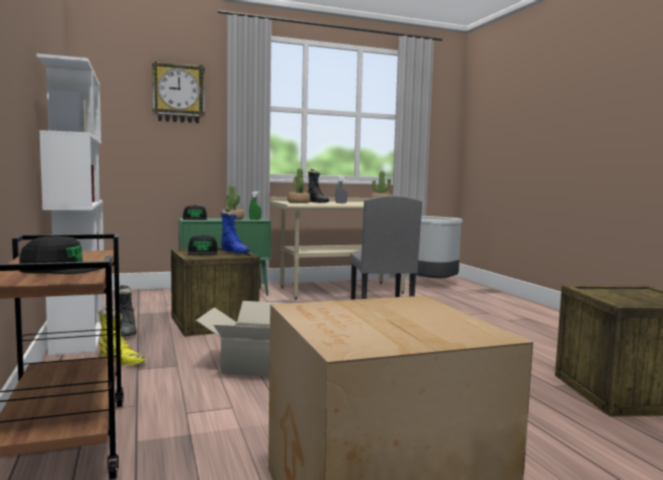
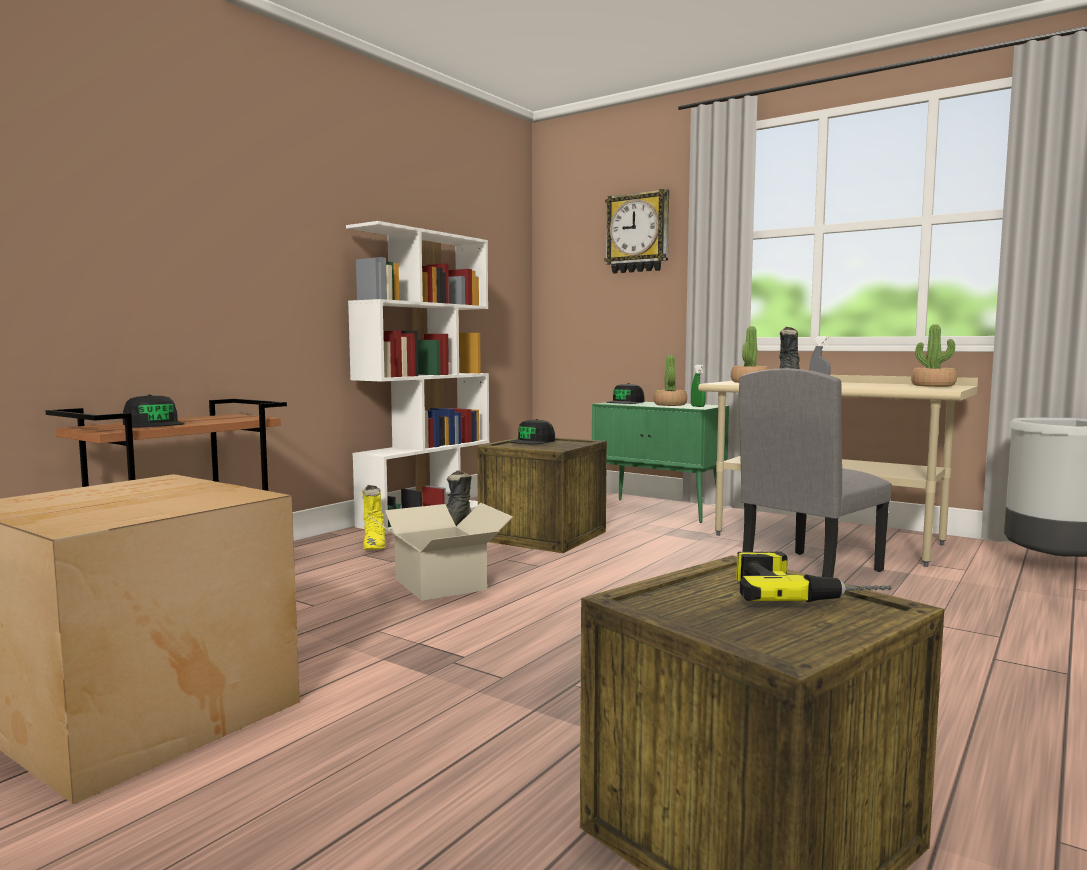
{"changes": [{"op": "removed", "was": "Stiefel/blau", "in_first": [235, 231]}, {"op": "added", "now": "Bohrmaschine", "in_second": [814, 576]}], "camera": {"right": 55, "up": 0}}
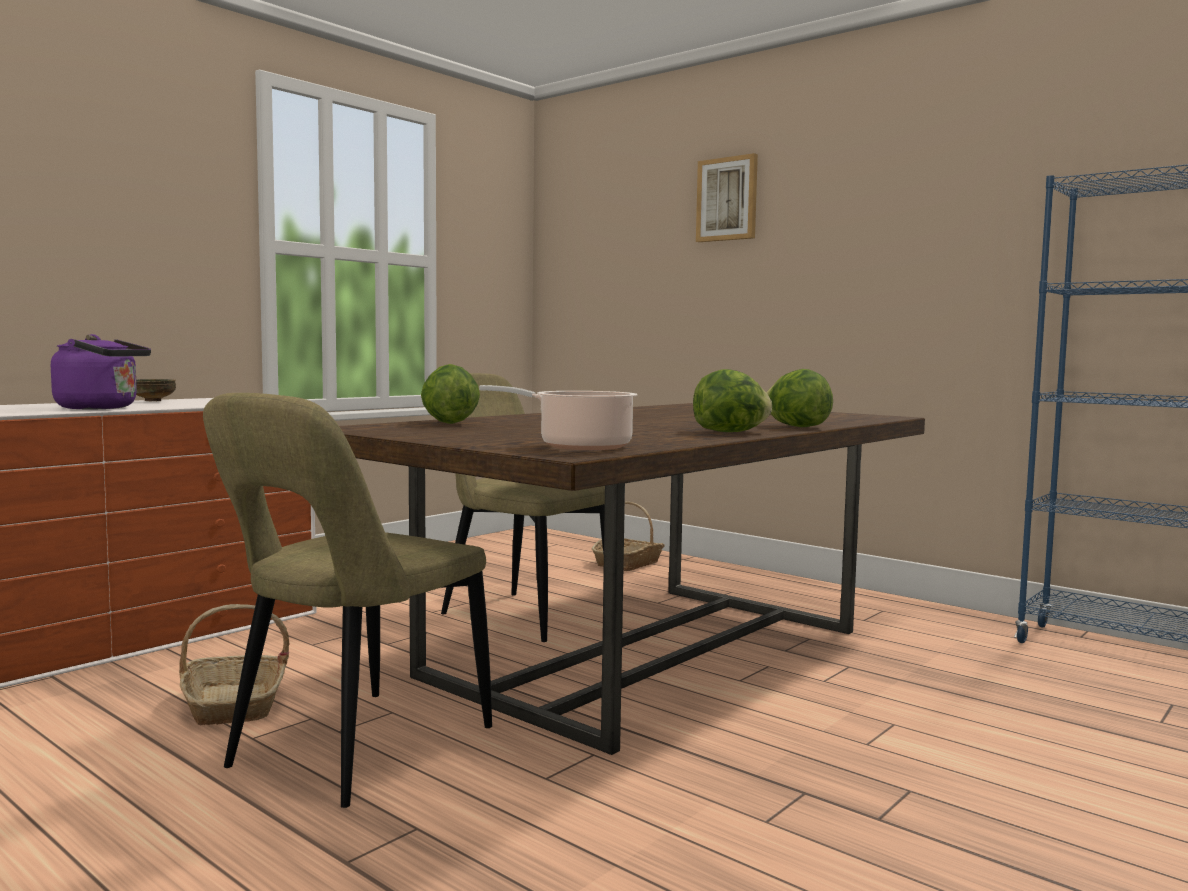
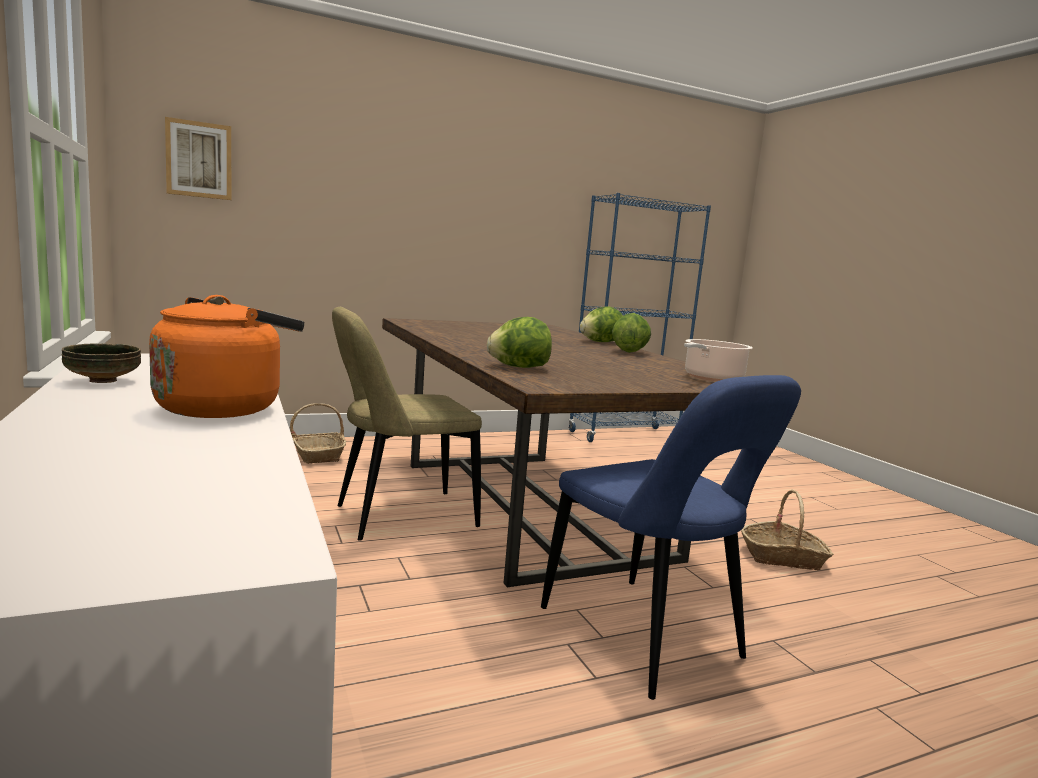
{"changes": [{"op": "recoloured", "was": "Wasserkessel/lila", "now": "Wasserkessel/orange", "in_first": [101, 371], "in_second": [226, 356]}, {"op": "moved", "was": "Korb", "in_first": [234, 664], "in_second": [787, 530]}, {"op": "recoloured", "was": "Stuhl/beige", "now": "Stuhl/blau", "in_first": [347, 600], "in_second": [671, 537]}, {"op": "moved", "was": "Bild", "in_first": [727, 197], "in_second": [198, 158]}], "camera": {"right": -65, "up": 5}}
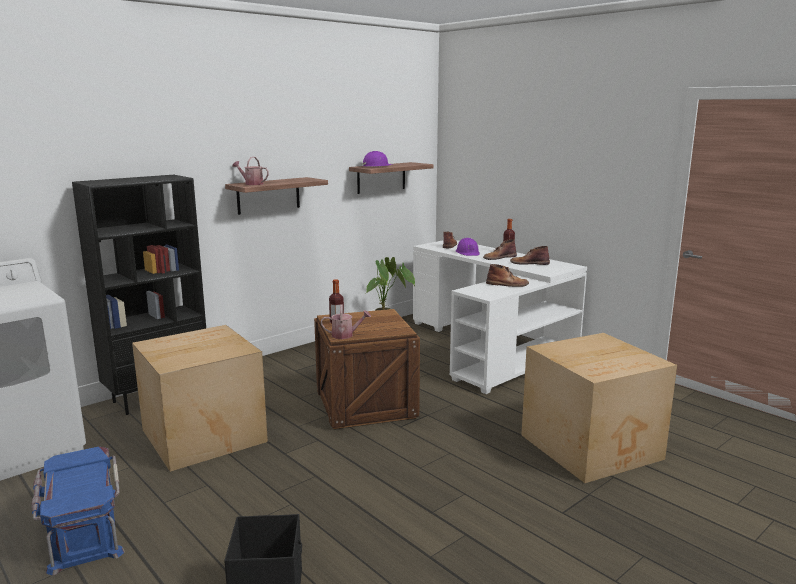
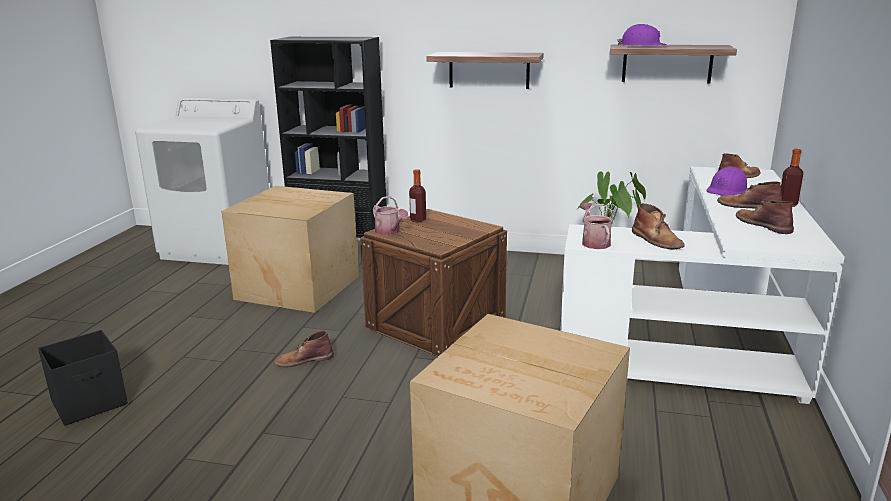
{"changes": [{"op": "removed", "was": "Aufbewahrungsbox/blau", "in_first": [78, 510]}, {"op": "moved", "was": "Gießkanne", "in_first": [250, 171], "in_second": [596, 226]}, {"op": "added", "now": "Stiefel/braun", "in_second": [303, 349]}], "camera": {"right": 55, "up": 5}}
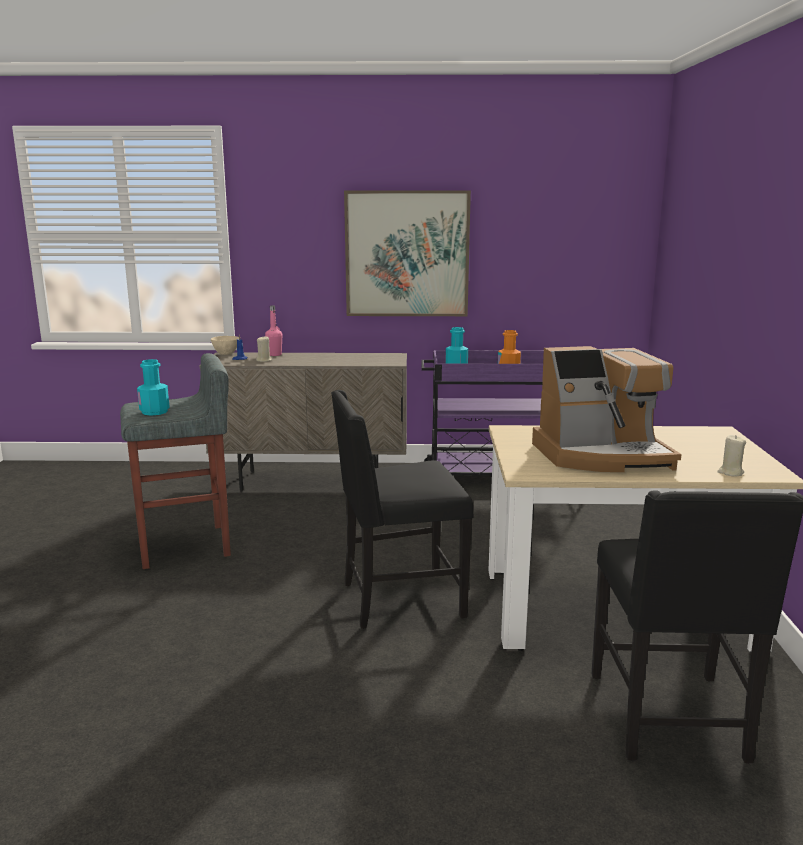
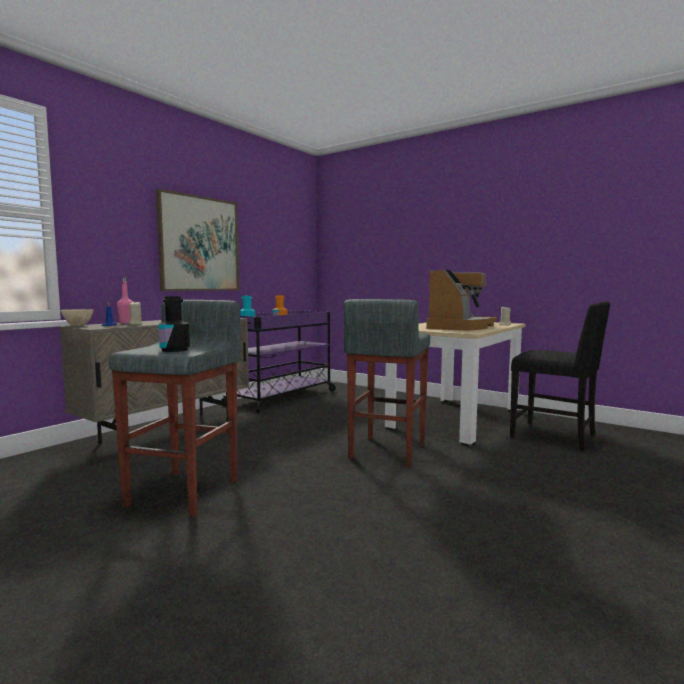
{"changes": [{"op": "recoloured", "was": "Flasche/türkis", "now": "Flasche/schwarz", "in_first": [153, 387], "in_second": [174, 324]}, {"op": "replaced", "was": "Stuhl/schwarz", "now": "Hocker/grau", "in_first": [402, 509], "in_second": [386, 383]}], "camera": {"right": -55, "up": -10}}
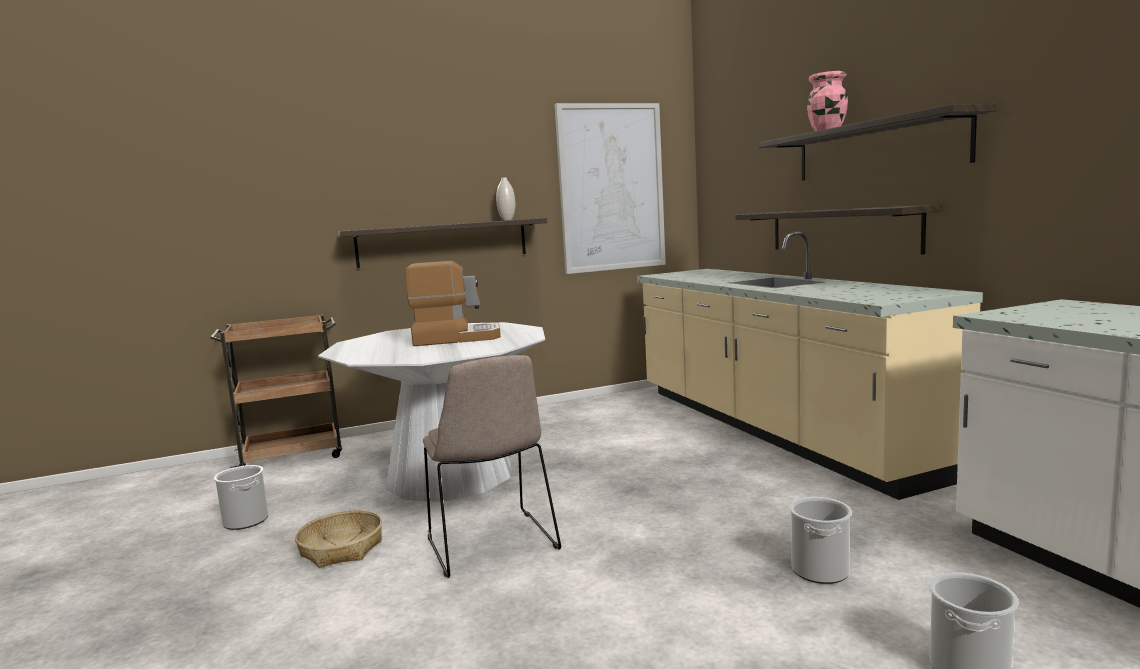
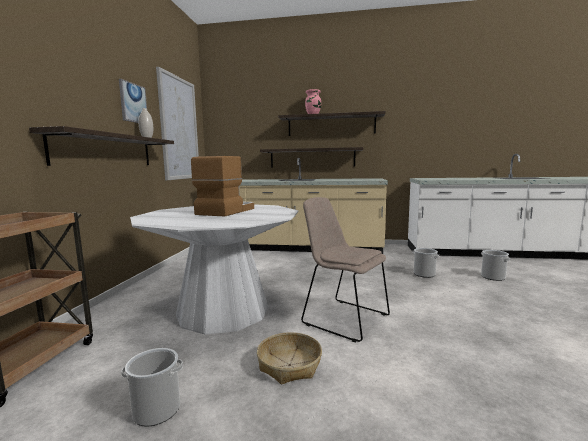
{"changes": [{"op": "turned", "was": "Stuhl/beige", "in_first": [492, 466], "in_second": [345, 269], "clockwise": -150}, {"op": "added", "now": "Bild", "in_second": [133, 101]}], "camera": {"right": -60, "up": 0}}
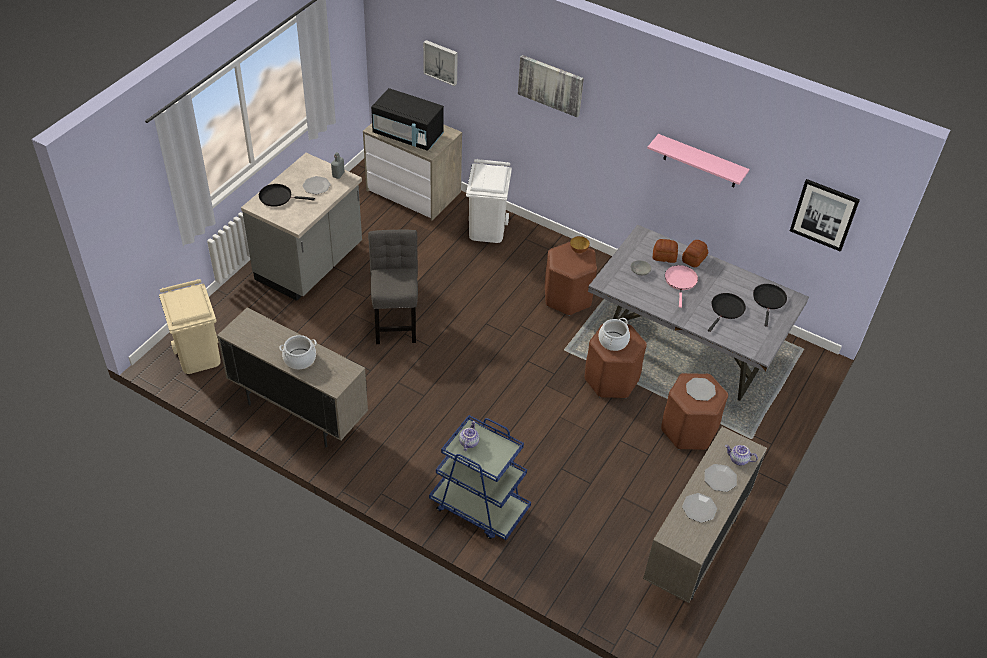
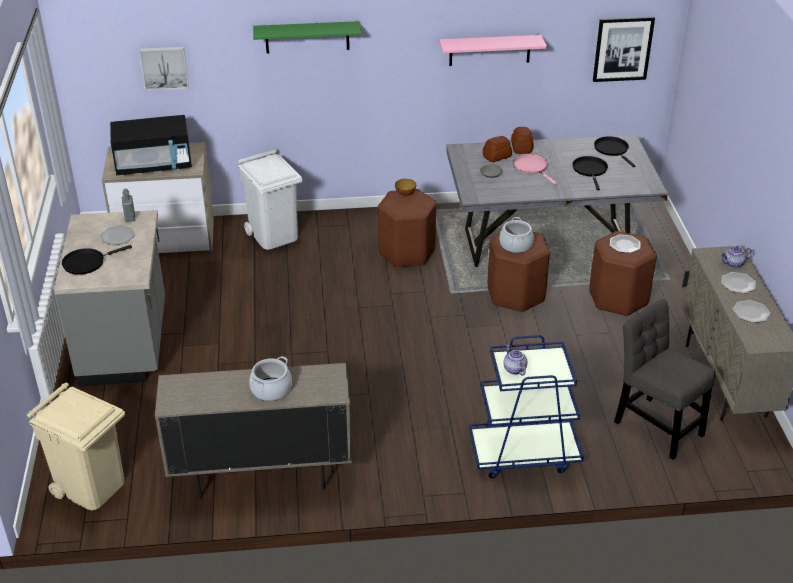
{"changes": [{"op": "moved", "was": "Stuhl/grau", "in_first": [393, 287], "in_second": [664, 379]}, {"op": "replaced", "was": "Bild", "now": "Wandregal/grün", "in_first": [551, 86], "in_second": [307, 37]}], "camera": {"right": -35, "up": -10}}
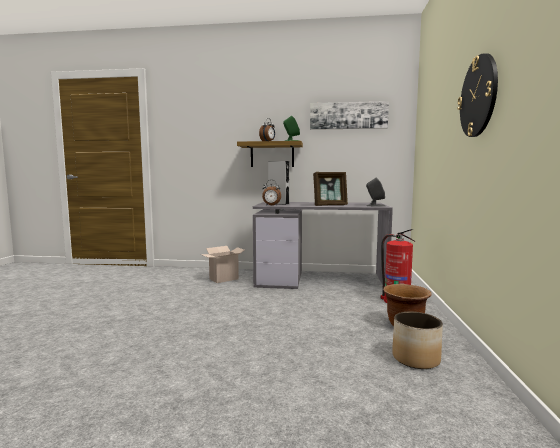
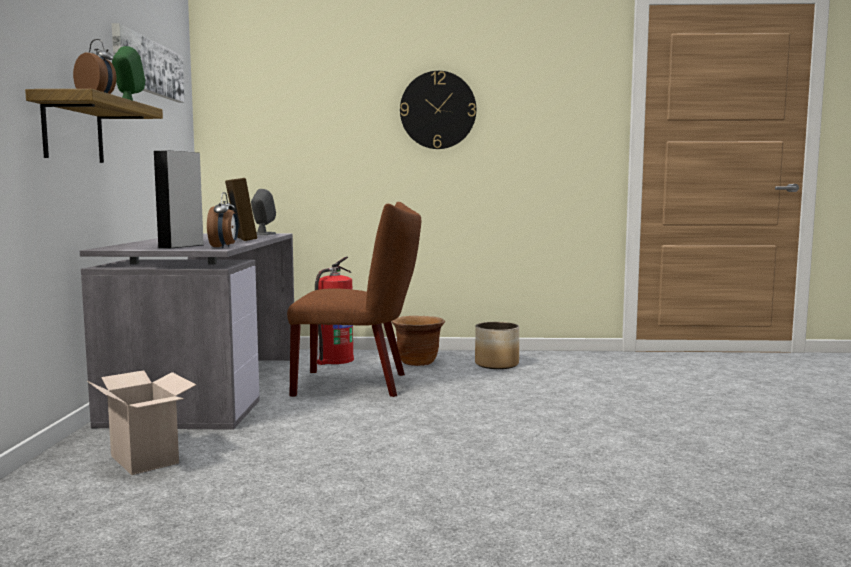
{"changes": [{"op": "added", "now": "Stuhl/braun", "in_second": [354, 299]}], "camera": {"right": -95, "up": 0}}
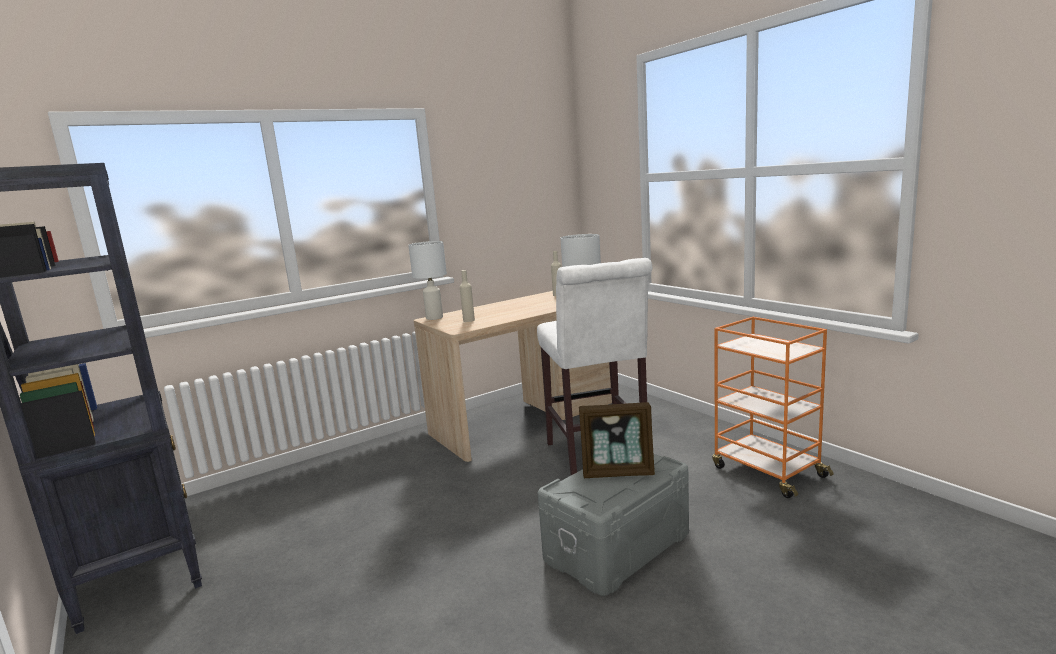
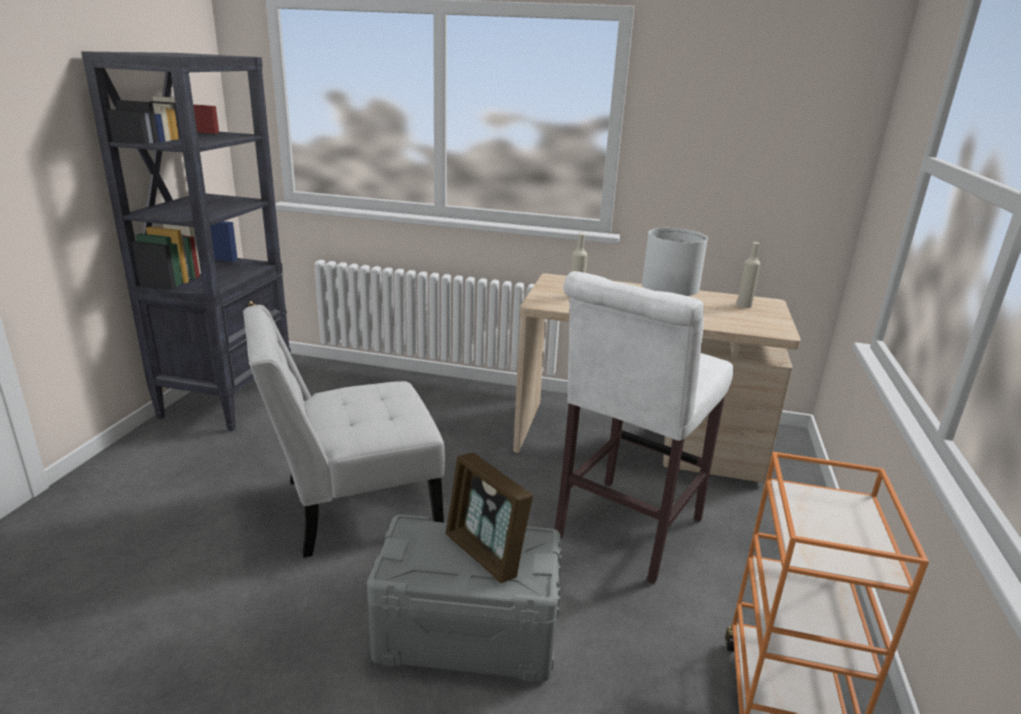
{"changes": [{"op": "removed", "was": "Tischlampe/weiß", "in_first": [427, 280]}, {"op": "added", "now": "Stuhl/weiß", "in_second": [344, 431]}], "camera": {"right": 45, "up": 10}}
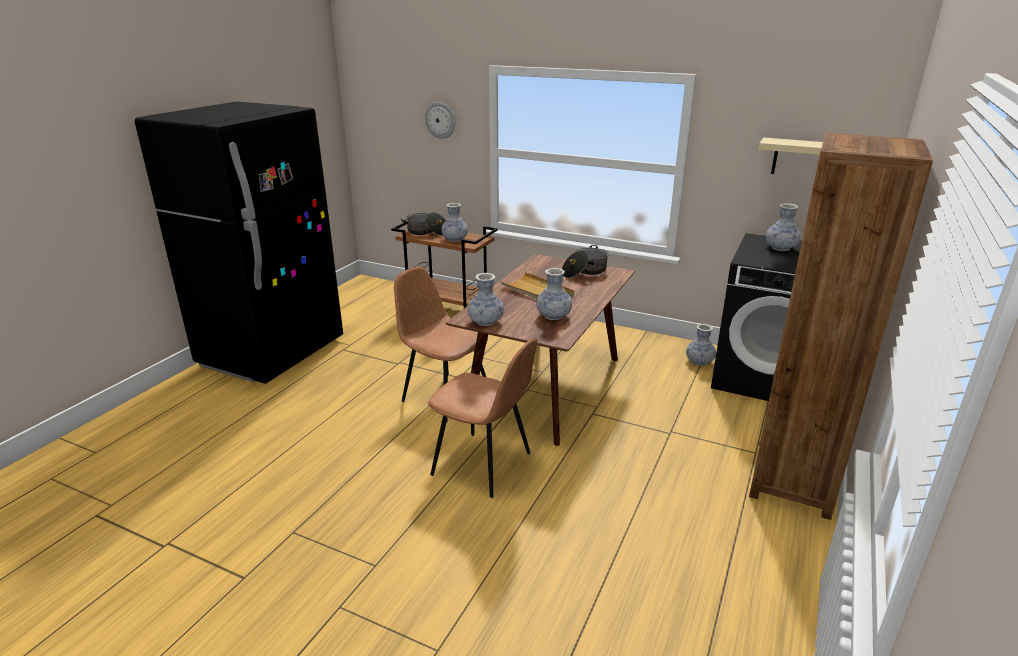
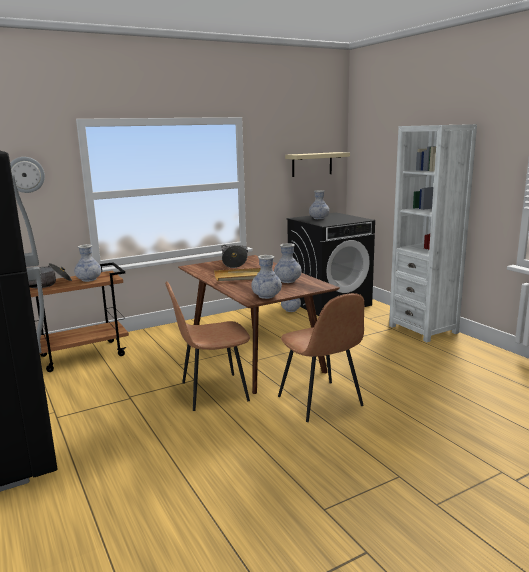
{"changes": [{"op": "turned", "was": "Stuhl/braun", "in_first": [482, 418], "in_second": [321, 357], "clockwise": 90}, {"op": "recoloured", "was": "Bücherregal/braun", "now": "Bücherregal/weiß", "in_first": [841, 326], "in_second": [433, 233]}], "camera": {"right": -55, "up": -10}}
